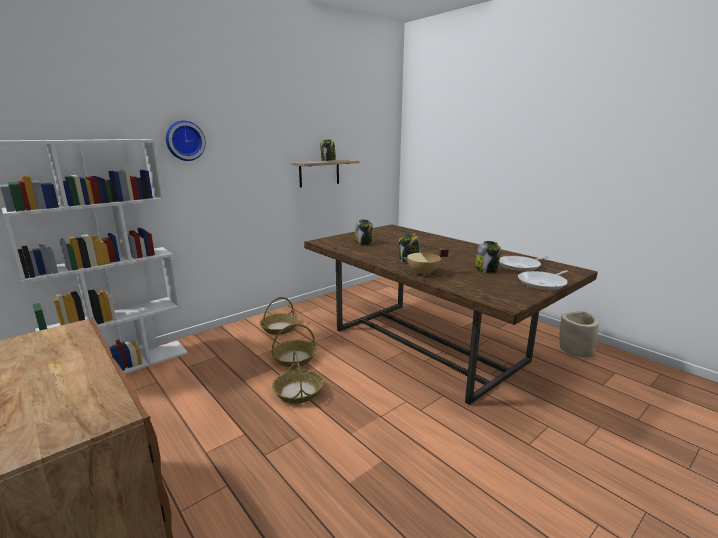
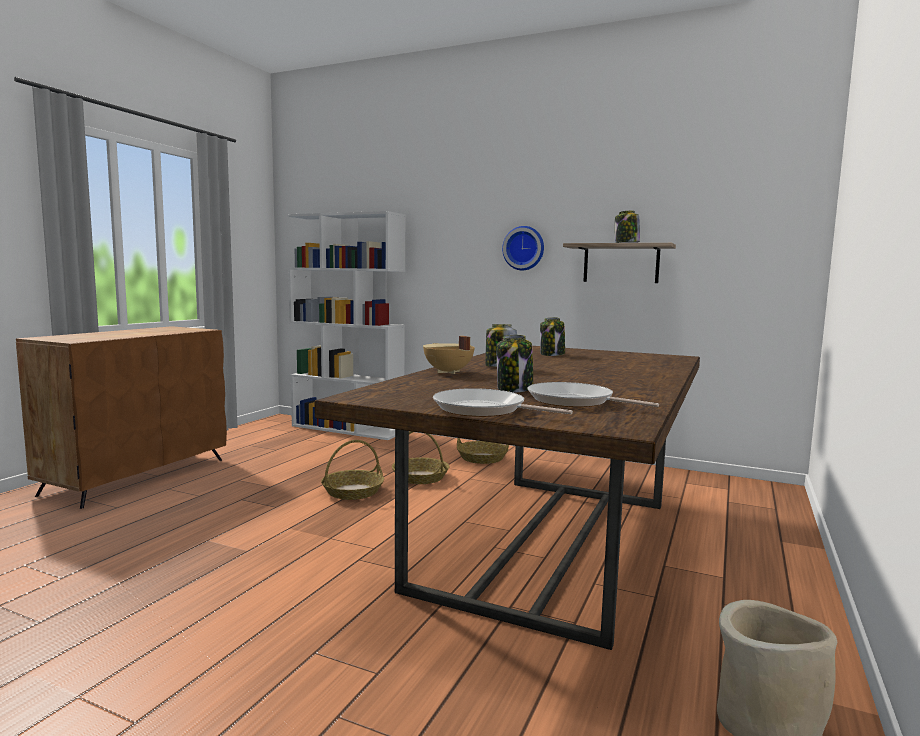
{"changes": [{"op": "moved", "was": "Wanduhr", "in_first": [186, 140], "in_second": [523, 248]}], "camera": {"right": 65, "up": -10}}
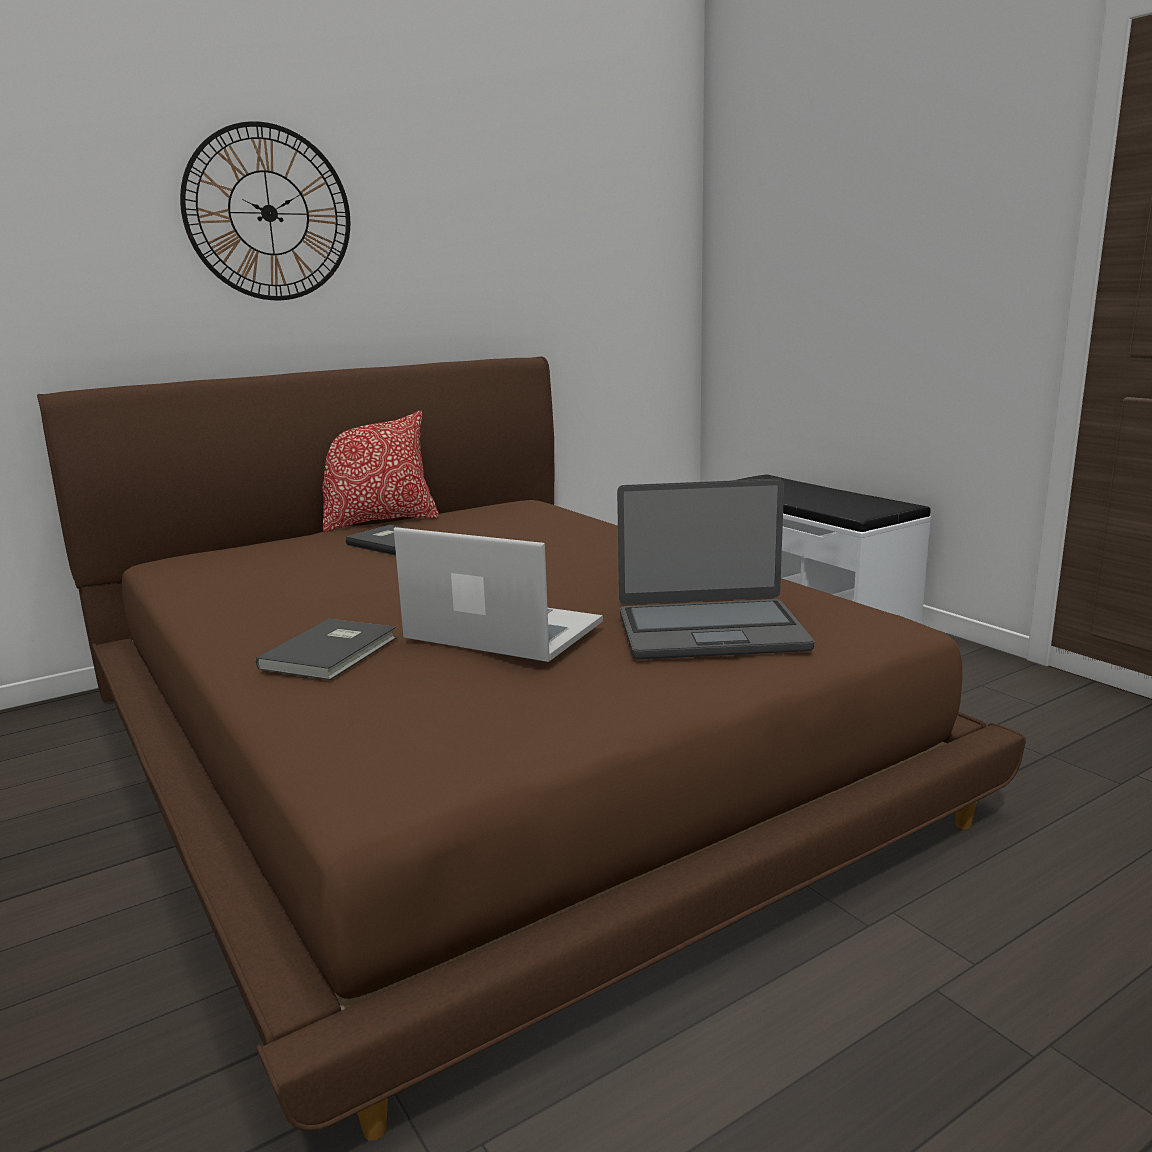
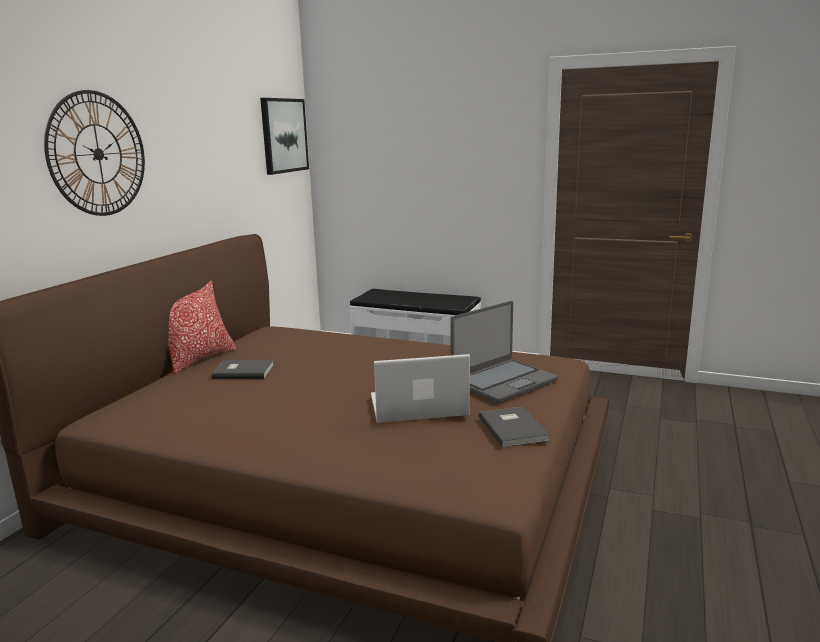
{"changes": [{"op": "moved", "was": "Buch/grau", "in_first": [326, 649], "in_second": [514, 427]}, {"op": "added", "now": "Bild", "in_second": [284, 136]}], "camera": {"right": -35, "up": 0}}
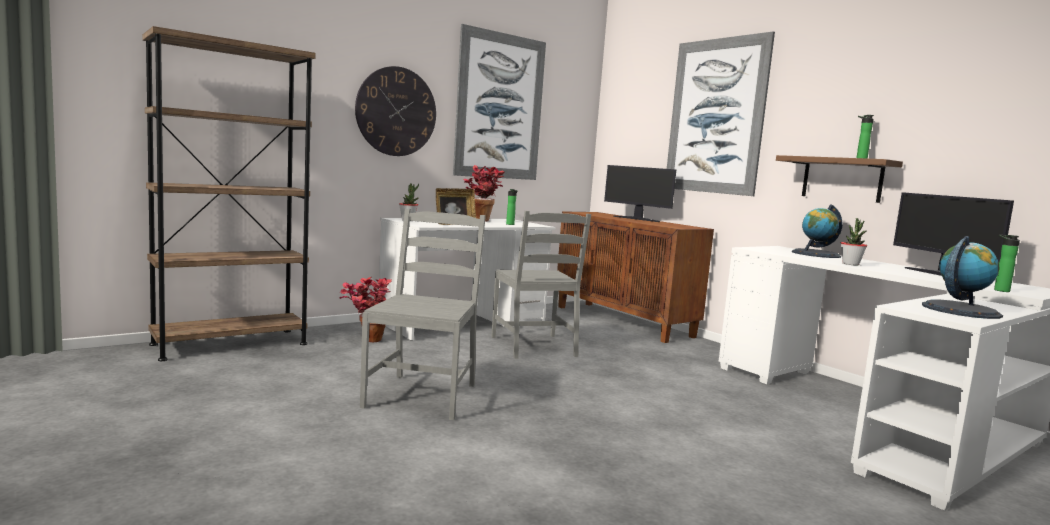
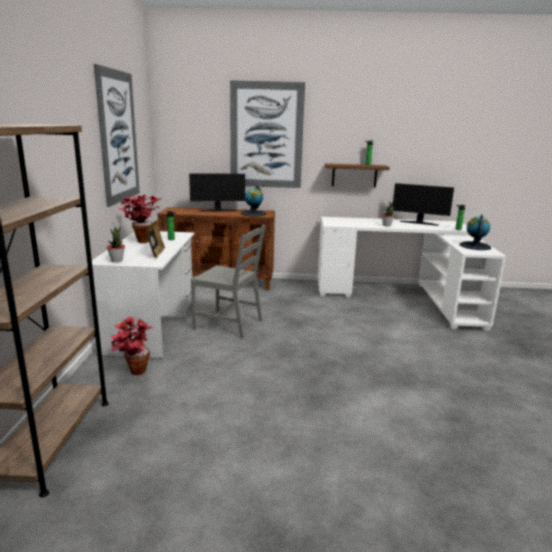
{"changes": [{"op": "removed", "was": "Wanduhr", "in_first": [395, 111]}, {"op": "removed", "was": "Stuhl/grau", "in_first": [423, 314]}, {"op": "moved", "was": "Globus", "in_first": [817, 231], "in_second": [253, 200]}], "camera": {"right": -50, "up": 10}}
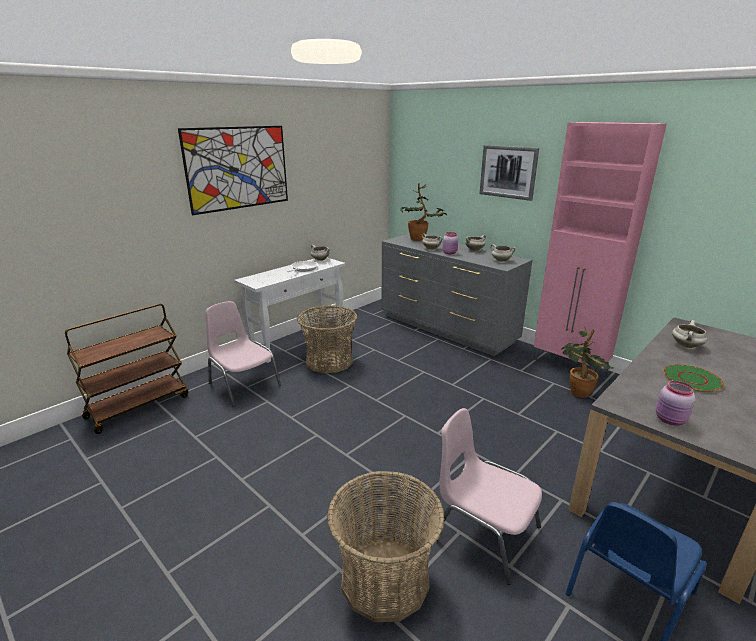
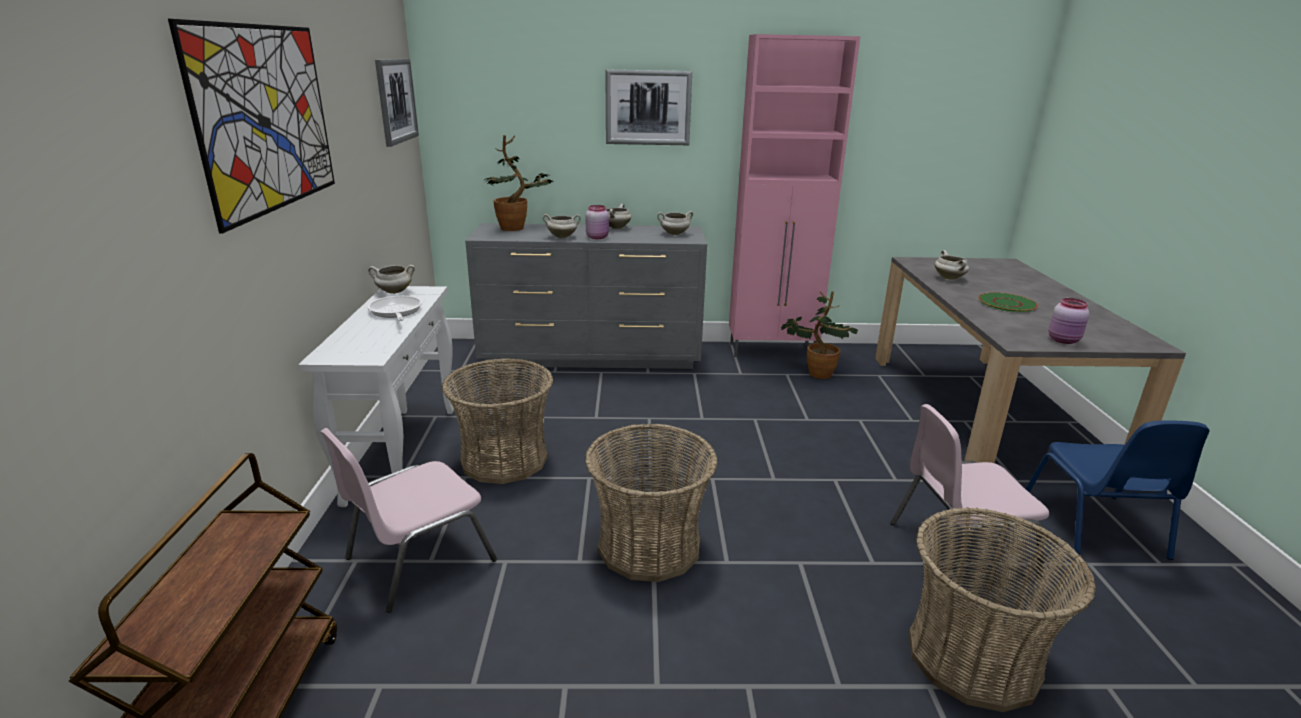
{"changes": [{"op": "turned", "was": "Stuhl/rosa", "in_first": [243, 353], "in_second": [408, 520], "clockwise": -45}, {"op": "added", "now": "Bild", "in_second": [397, 103]}, {"op": "added", "now": "Korb", "in_second": [651, 502]}], "camera": {"right": -45, "up": 0}}
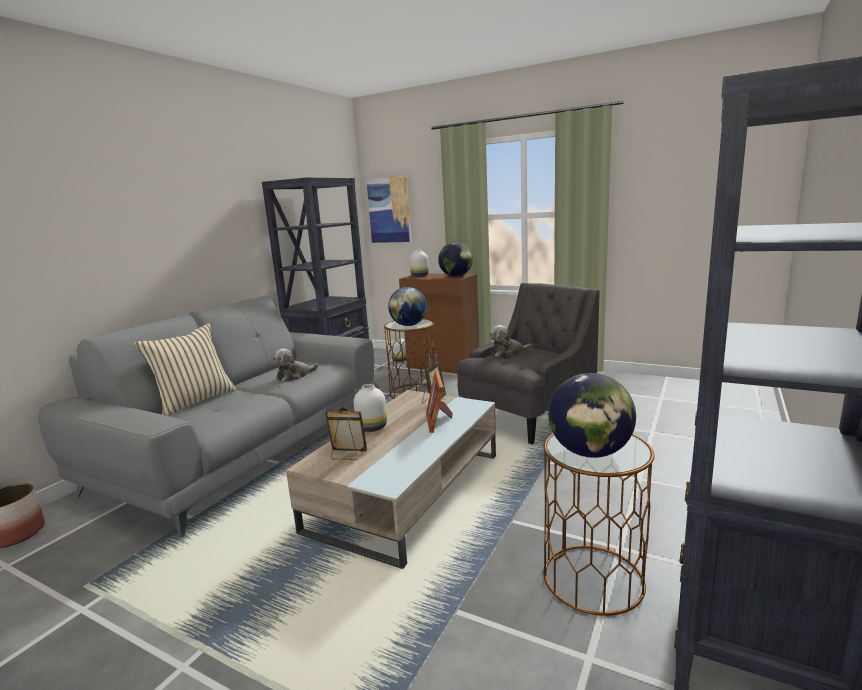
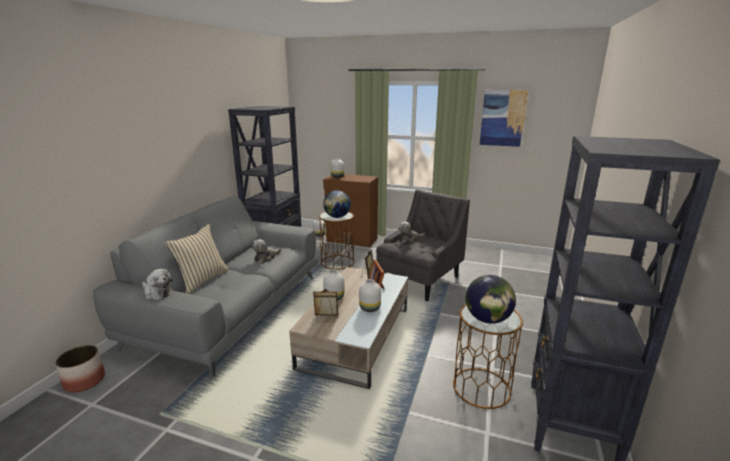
{"changes": [{"op": "moved", "was": "Bild", "in_first": [389, 209], "in_second": [504, 118]}, {"op": "removed", "was": "Globus", "in_first": [455, 259]}, {"op": "added", "now": "Plüschtier", "in_second": [158, 284]}, {"op": "added", "now": "Vase/weiß", "in_second": [370, 295]}], "camera": {"right": -10, "up": 5}}
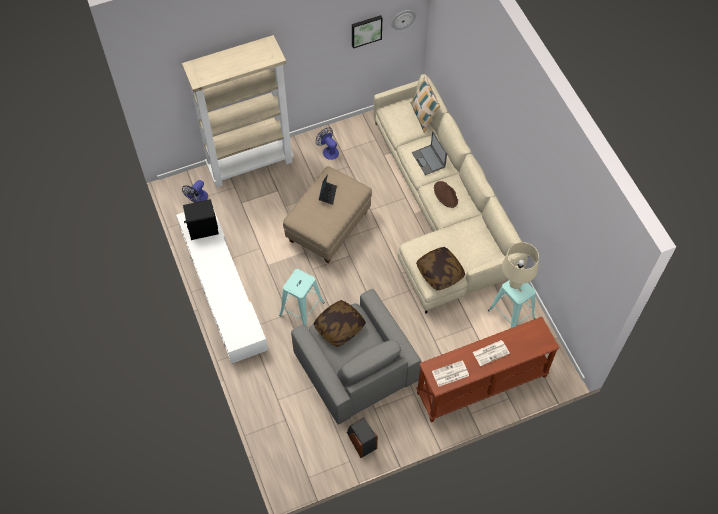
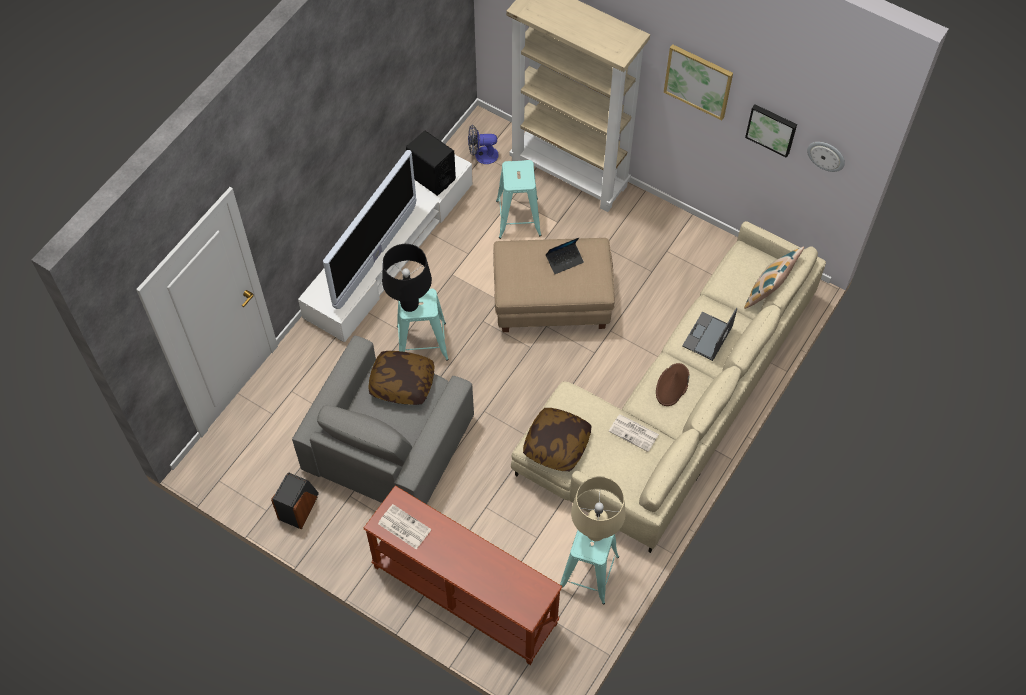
{"changes": [{"op": "removed", "was": "Ventilator", "in_first": [327, 144]}, {"op": "moved", "was": "Zeitung", "in_first": [491, 353], "in_second": [634, 433]}, {"op": "added", "now": "Fernseher", "in_second": [369, 229]}, {"op": "added", "now": "Tischlampe/schwarz", "in_second": [407, 278]}, {"op": "added", "now": "Hocker/türkis", "in_second": [518, 199]}, {"op": "added", "now": "Bild", "in_second": [698, 82]}], "camera": {"right": 55, "up": 0}}
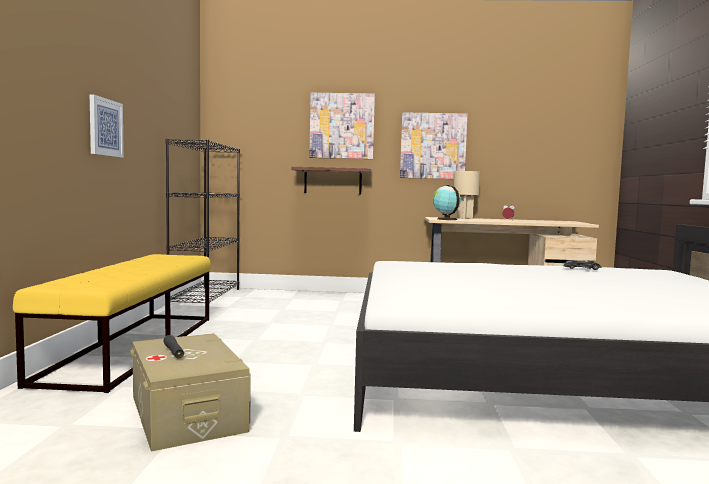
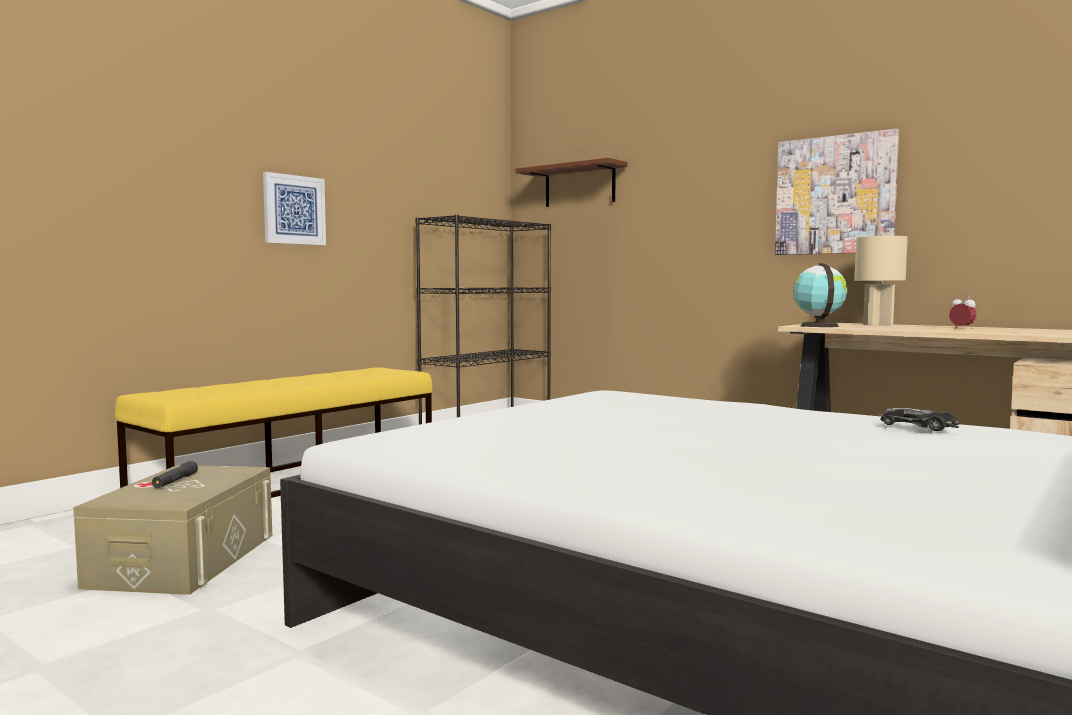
{"changes": [{"op": "moved", "was": "Wandregal/braun", "in_first": [331, 180], "in_second": [572, 182]}, {"op": "removed", "was": "Bild", "in_first": [342, 126]}], "camera": {"right": 35, "up": 0}}
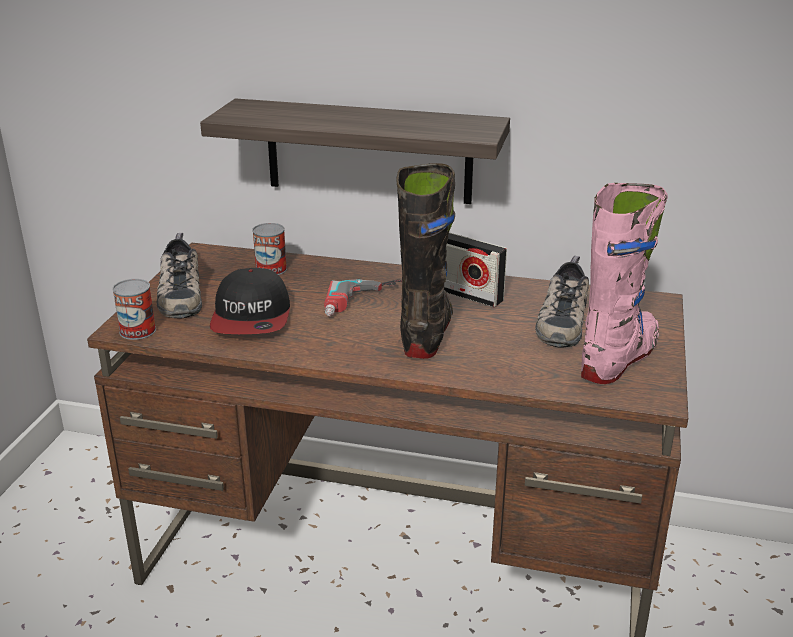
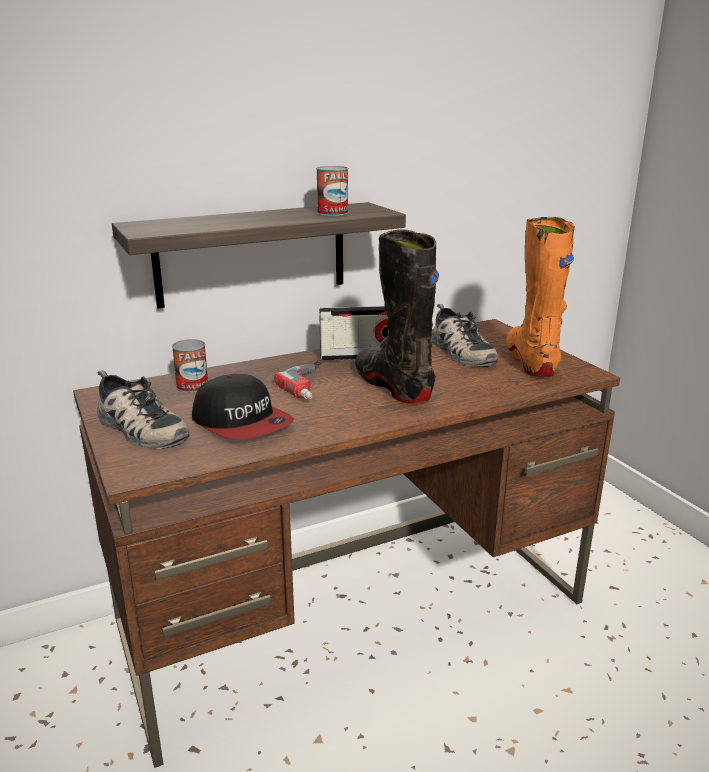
{"changes": [{"op": "moved", "was": "Dose", "in_first": [134, 309], "in_second": [332, 191]}, {"op": "recoloured", "was": "Stiefel/rosa", "now": "Stiefel/orange", "in_first": [624, 283], "in_second": [540, 296]}], "camera": {"right": -40, "up": -5}}
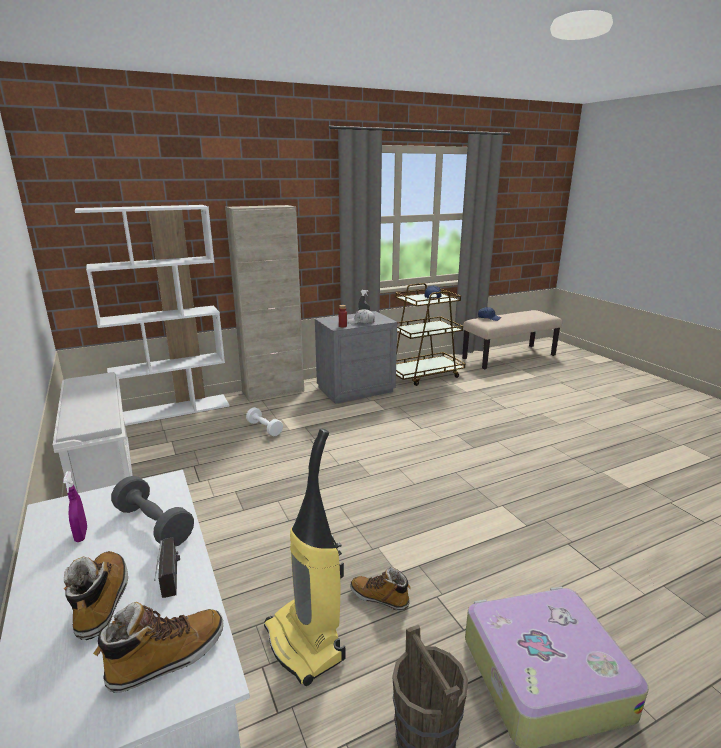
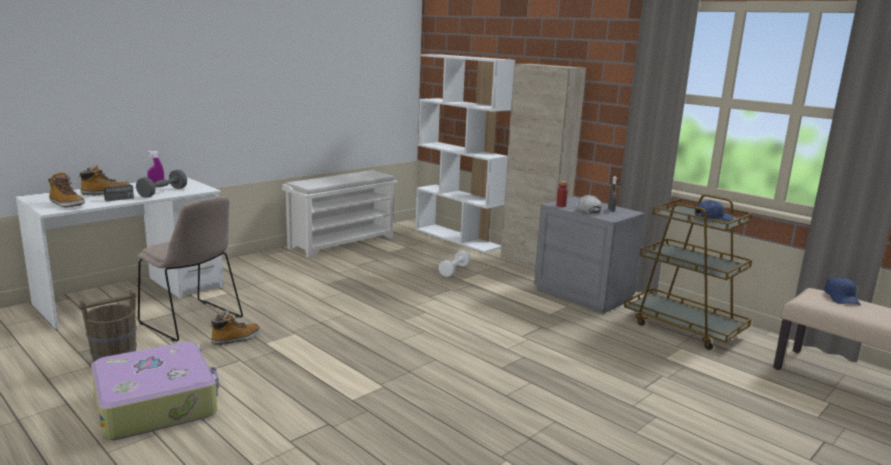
{"changes": [{"op": "replaced", "was": "Staubsauger", "now": "Stuhl/beige", "in_first": [305, 557], "in_second": [190, 269]}, {"op": "turned", "was": "Stiefel", "in_first": [380, 589], "in_second": [235, 328], "clockwise": 45}], "camera": {"right": 70, "up": -5}}
